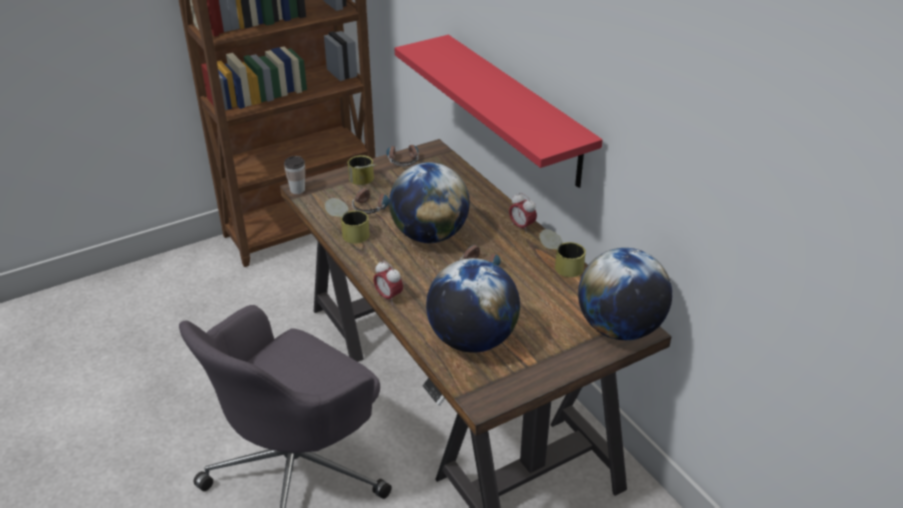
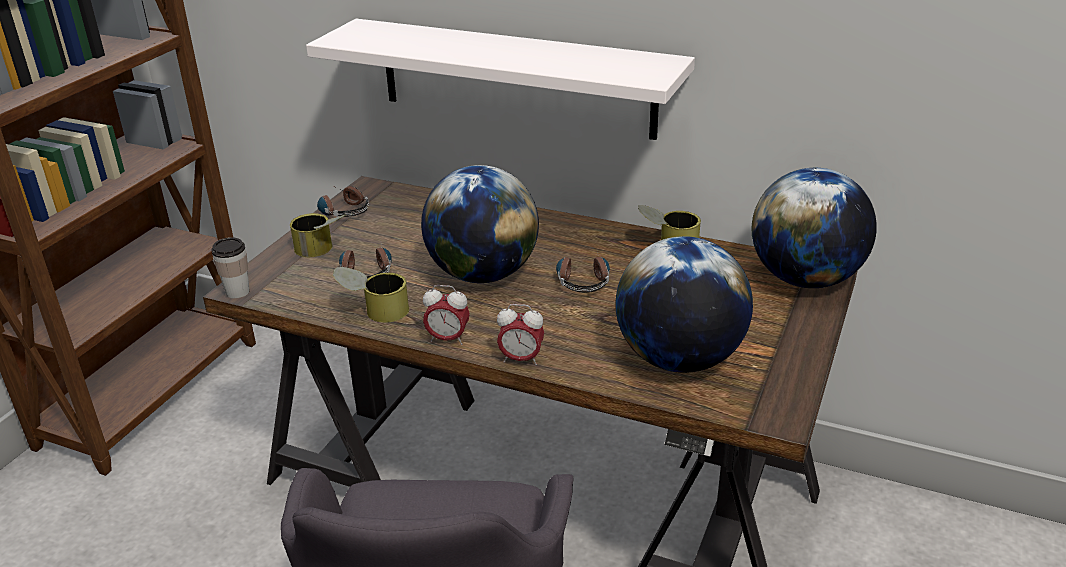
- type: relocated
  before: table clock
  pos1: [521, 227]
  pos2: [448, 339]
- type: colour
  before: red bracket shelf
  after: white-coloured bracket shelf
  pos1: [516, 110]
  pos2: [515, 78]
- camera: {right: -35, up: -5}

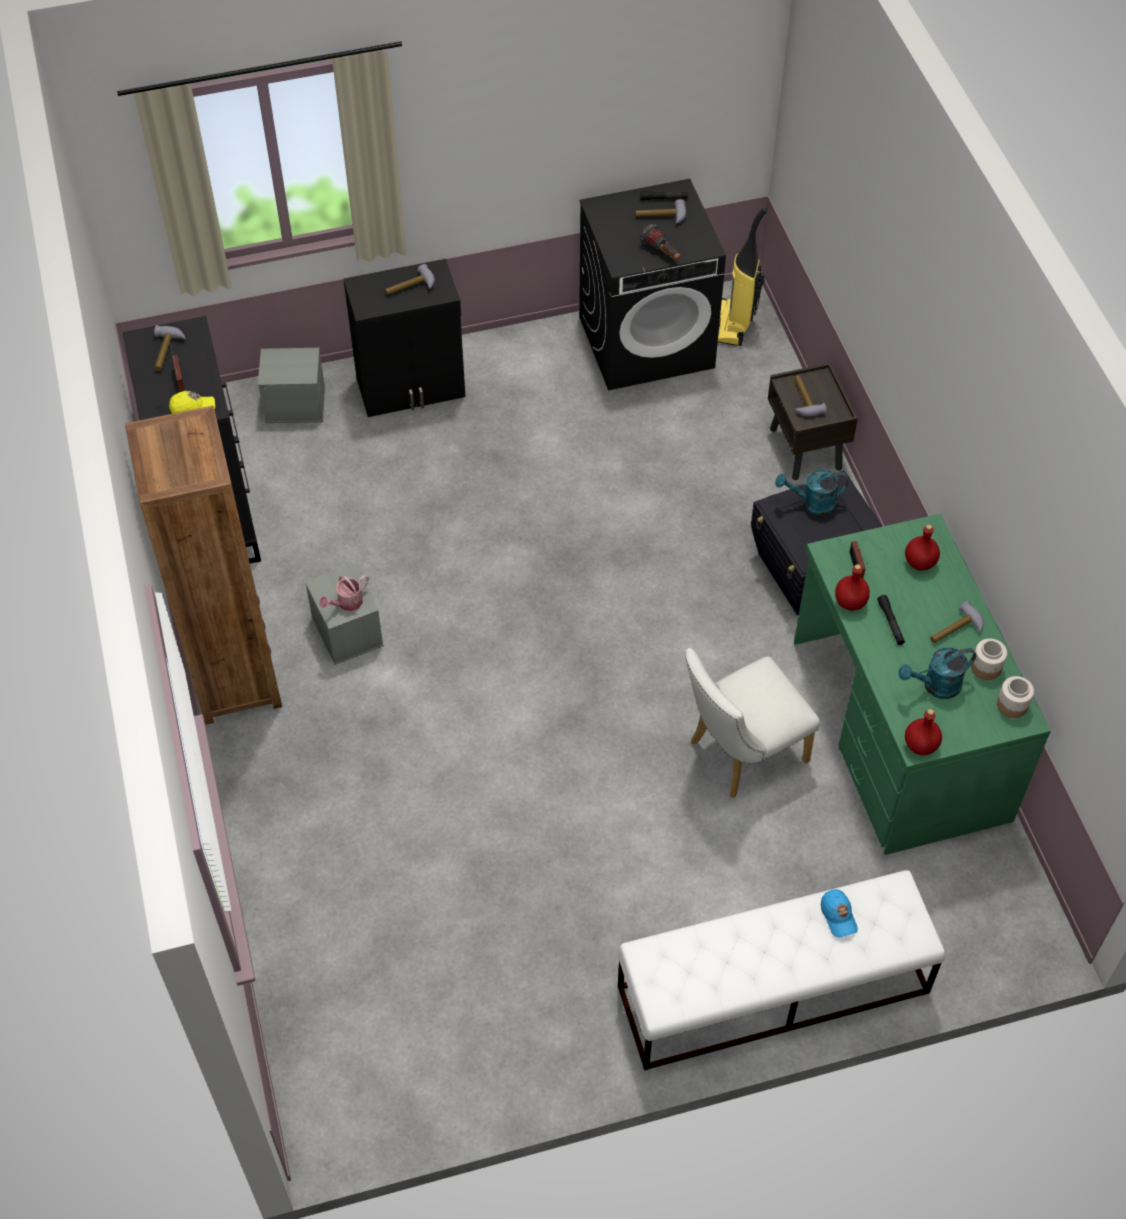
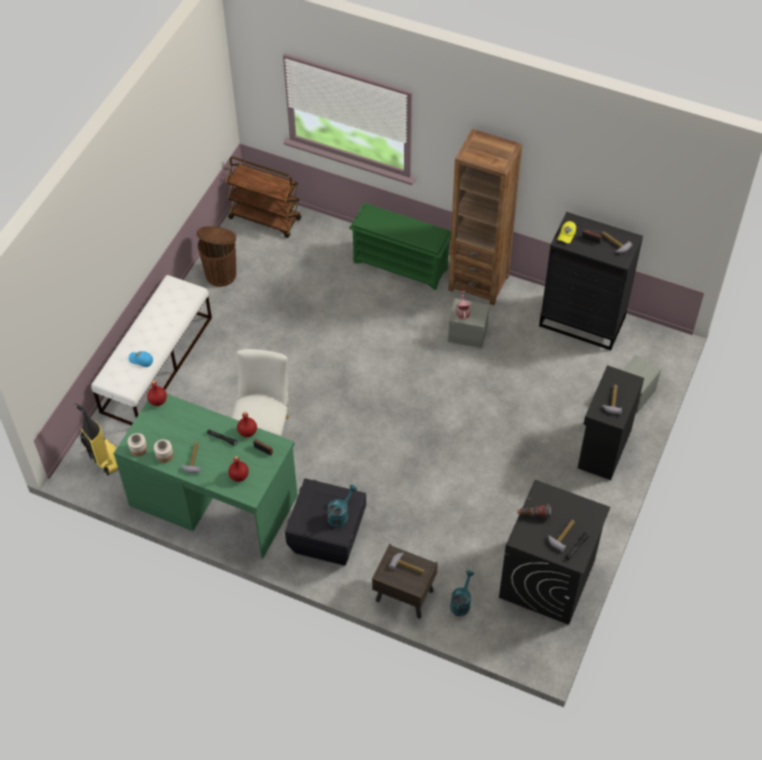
- type: appeared
  after: brown waste bin
  pos2: [221, 274]
- type: appeared
  after: brown wheeled cart
  pos2: [265, 219]
- type: appeared
  after: green-coloured shoe shelf
  pos2: [401, 265]
- type: relocated
  before: vacuum cleaner
  pos1: [731, 325]
  pos2: [106, 458]
- type: relocated
  before: blue-green watering can
  pos1: [935, 686]
  pos2: [461, 602]
- camera: {right: 130, up: 0}

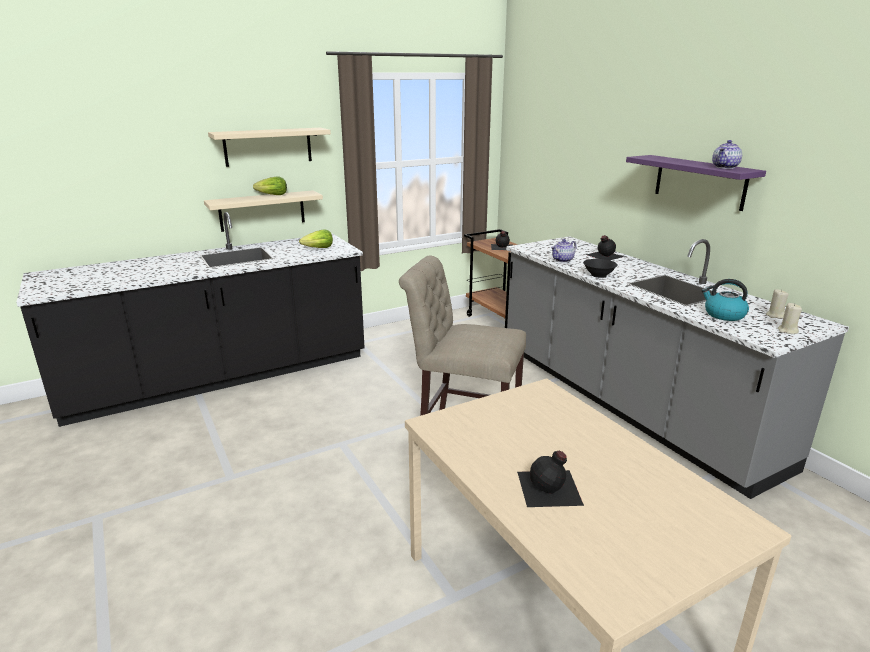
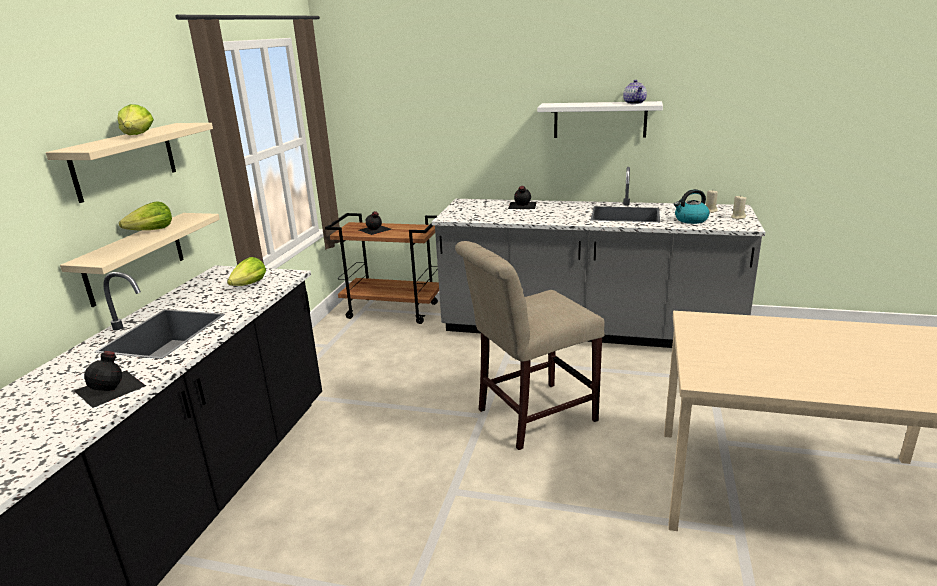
- type: missing
  before: teapot
  pos1: [563, 260]
- type: missing
  before: black deep dish
  pos1: [599, 275]
- type: appeared
  after: lettuce
  pos2: [138, 135]
- type: relocated
  before: black beverage bottle
  pos1: [550, 488]
  pos2: [111, 388]
- type: colour
  before: purplish bracket shelf
  after: white-coloured bracket shelf
  pos1: [699, 182]
  pos2: [599, 120]
- camera: {right: -45, up: 0}

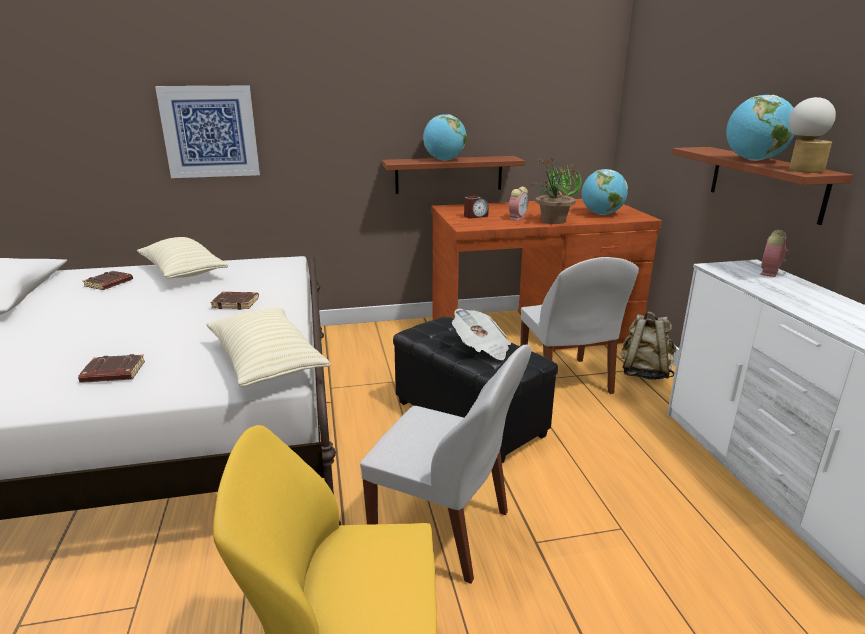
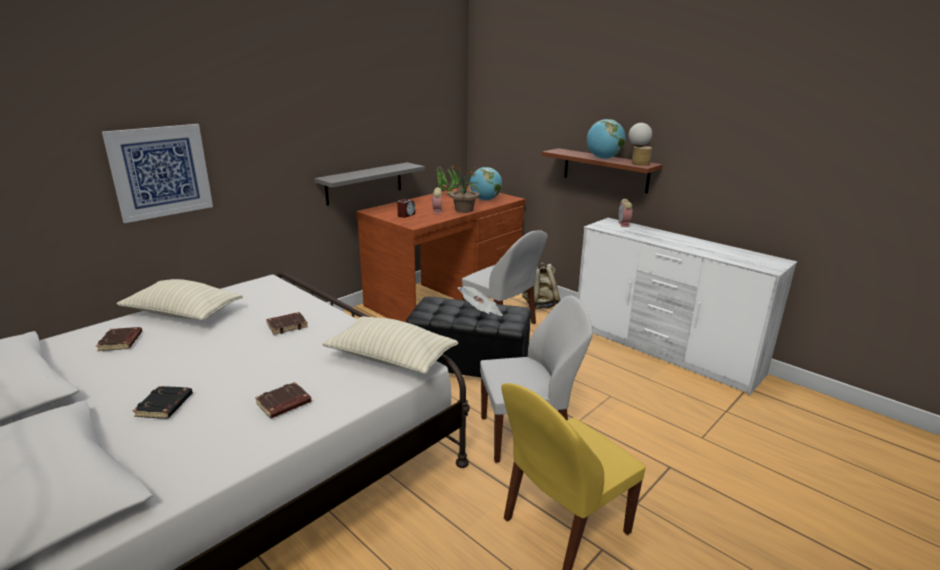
- type: missing
  before: world globe
  pos1: [444, 160]
- type: appeared
  after: black bound book
  pos2: [165, 406]
- type: colour
  before: brown bracket shelf
  after: greyish bracket shelf
  pos1: [449, 174]
  pos2: [364, 183]
- camera: {right: -35, up: 0}

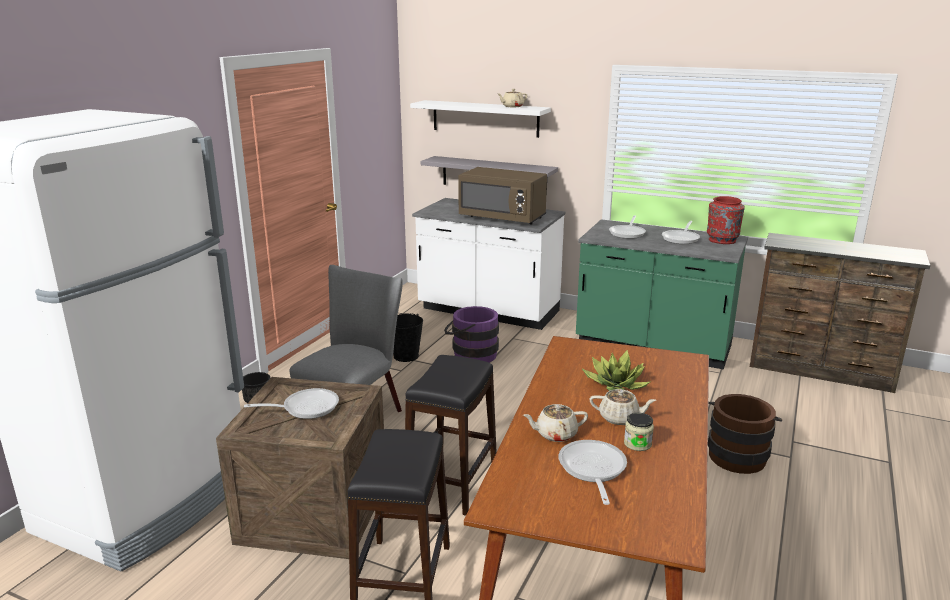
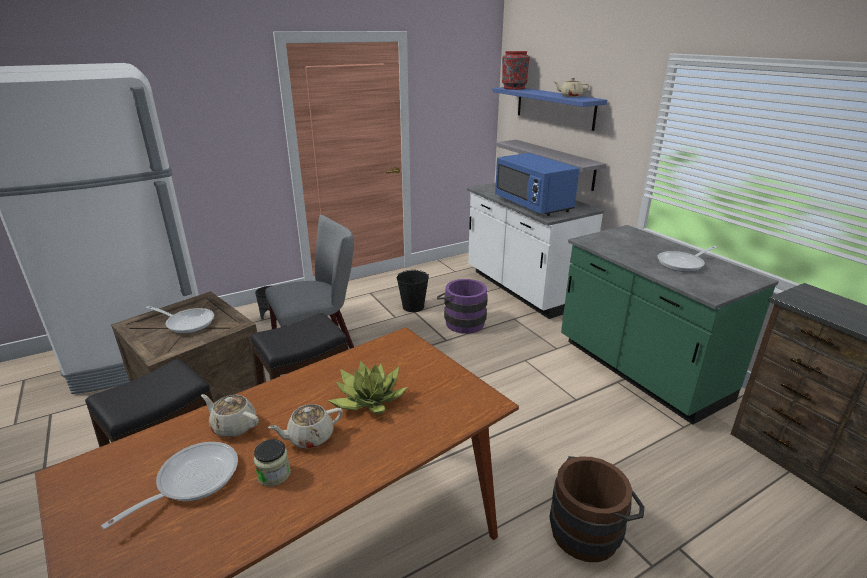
- type: missing
  before: pan
  pos1: [628, 233]
- type: relocated
  before: red flower vase
  pos1: [722, 240]
  pos2: [513, 88]
- type: colour
  before: white-coloured bracket shelf
  after: blue-coloured bracket shelf
  pos1: [485, 118]
  pos2: [554, 107]
- type: colour
  before: brown kitchen microwave
  after: blue-coloured kitchen microwave
  pos1: [503, 218]
  pos2: [533, 205]
- type: spun
  before: beige-coloured teapot
  pos1: [620, 418]
  pos2: [310, 437]
  turn: 105
- camera: {right: 35, up: 5}

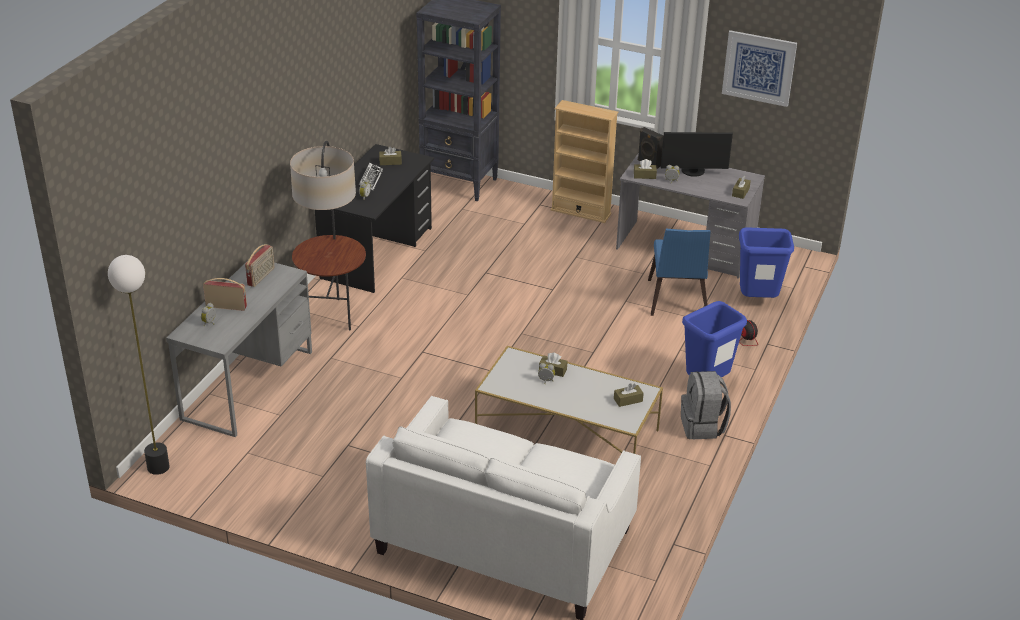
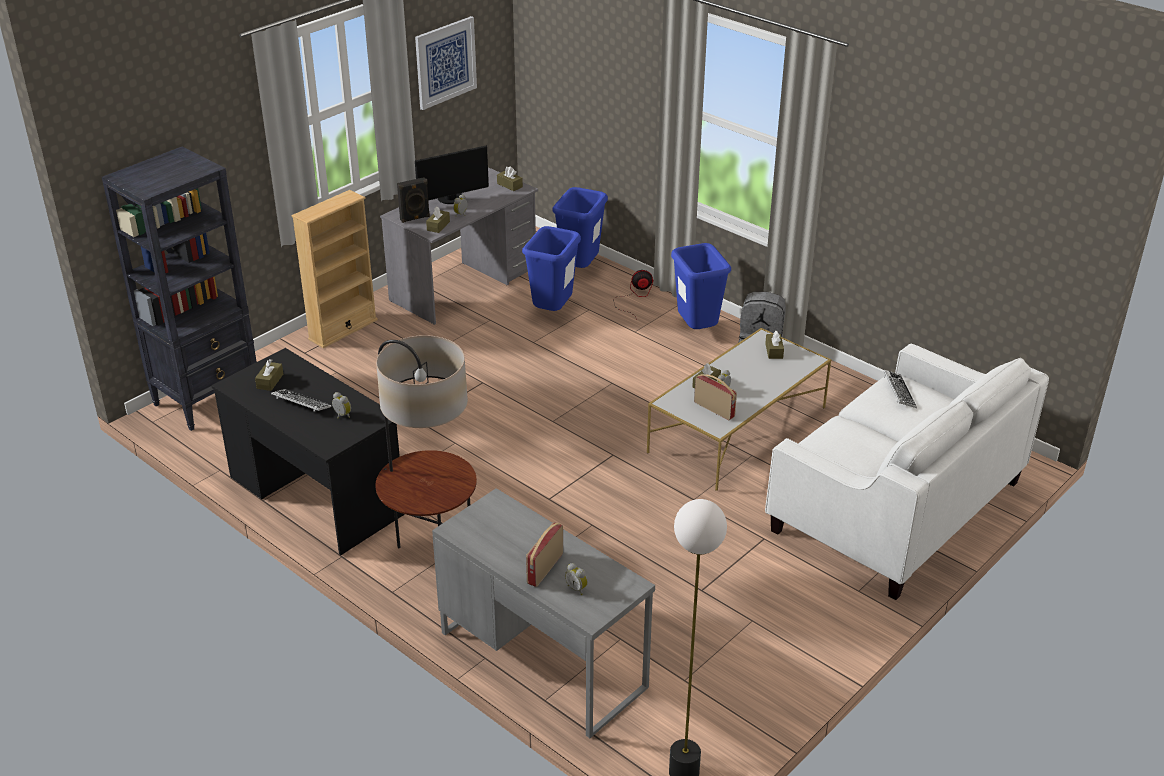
- type: appeared
  after: PC keyboard
  pos2: [898, 392]
- type: relocated
  before: radio
  pos1: [261, 277]
  pos2: [714, 409]
- type: exchanged
  before: blue-coloured plain chair
  after: blue-coloured waste bin
  pos1: [676, 301]
  pos2: [552, 313]
- type: spun
  before: computer screen
  pos1: [693, 172]
  pos2: [452, 199]
  turn: 45
- camera: {right: -70, up: 0}

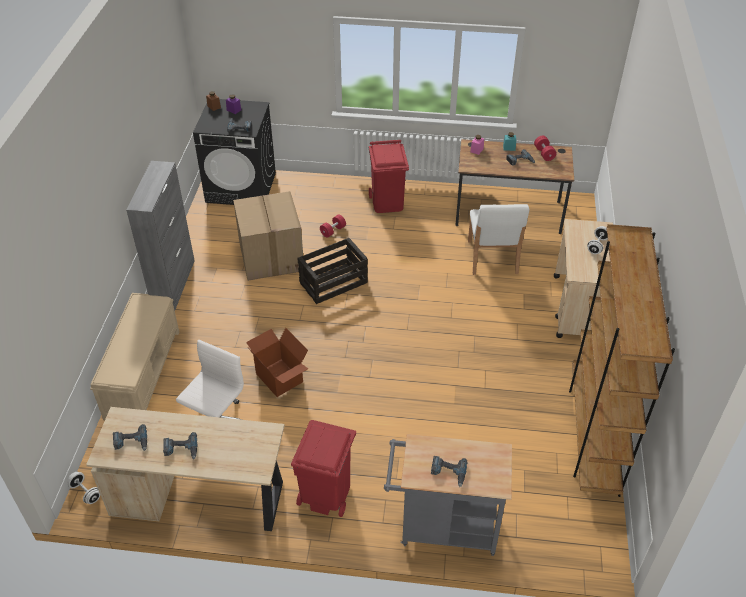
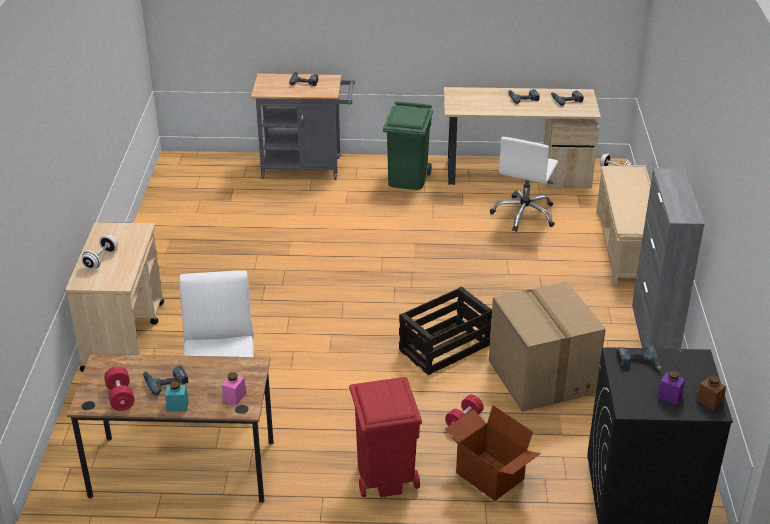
- type: missing
  before: brown shelving unit
  pos1: [593, 434]
- type: relocated
  before: carton
  pos1: [280, 377]
  pos2: [489, 476]
- type: colour
  before: red waste bin
  after: green-coloured waste bin
  pos1: [326, 494]
  pos2: [408, 179]
- camera: {right: 175, up: -10}

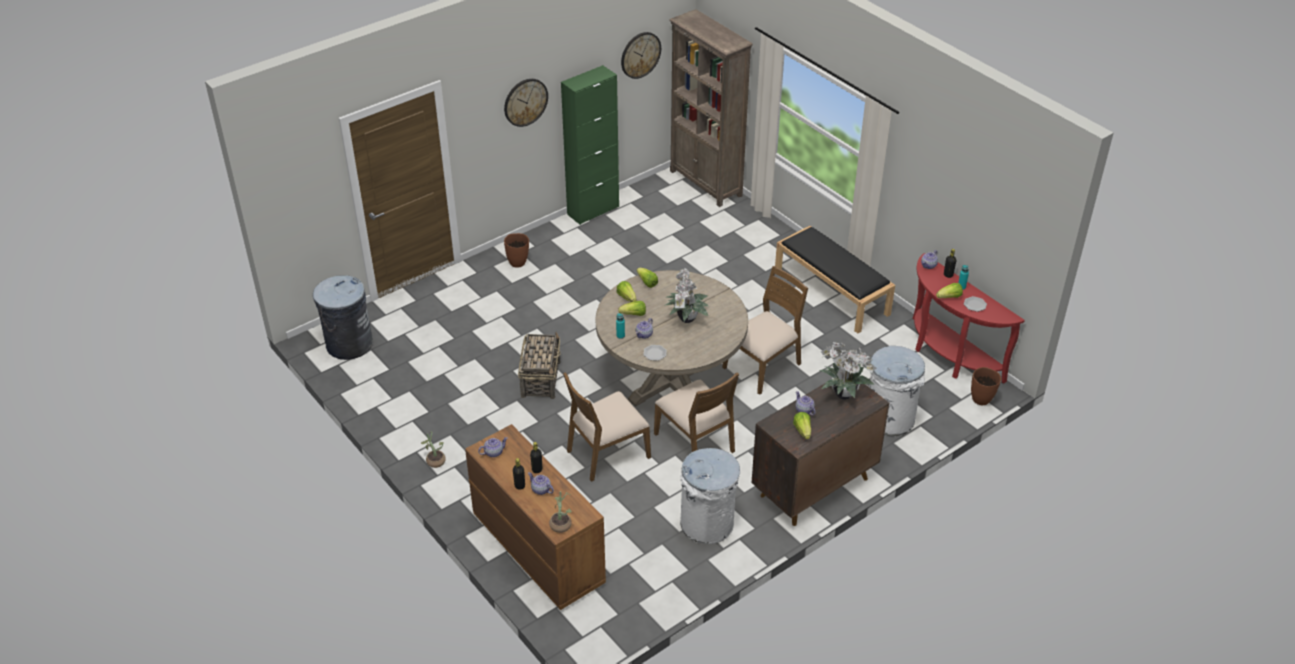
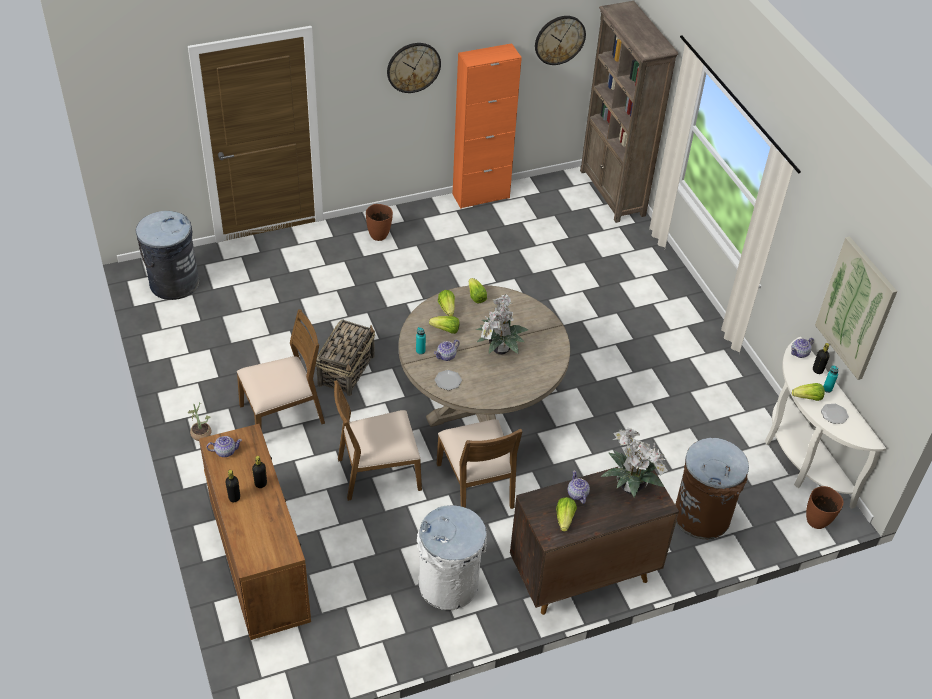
- type: missing
  before: teapot
  pos1: [541, 490]
- type: missing
  before: potted plant
  pos1: [561, 523]
- type: missing
  before: black bench
  pos1: [832, 293]
- type: appeared
  after: wall picture
  pos2: [856, 308]
- type: relocated
  before: brown plain chair
  pos1: [763, 366]
  pos2: [283, 415]
- type: colour
  before: green-coloured cabinet
  after: orange cabinet
  pos1: [593, 210]
  pos2: [481, 196]
- type: colour
  before: white-coloured waste bin
  after: brown waste bin
  pos1: [889, 418]
  pos2: [702, 516]
- type: colour
  before: red console table
  after: white-coloured console table
  pos1: [948, 355]
  pos2: [799, 458]
- camera: {right: 15, up: 5}

